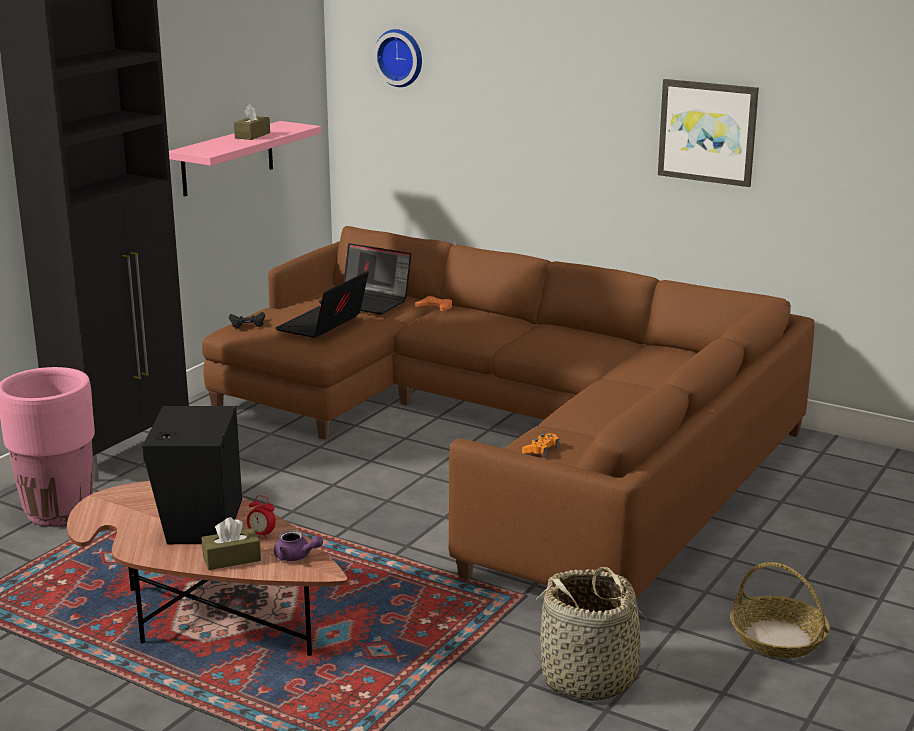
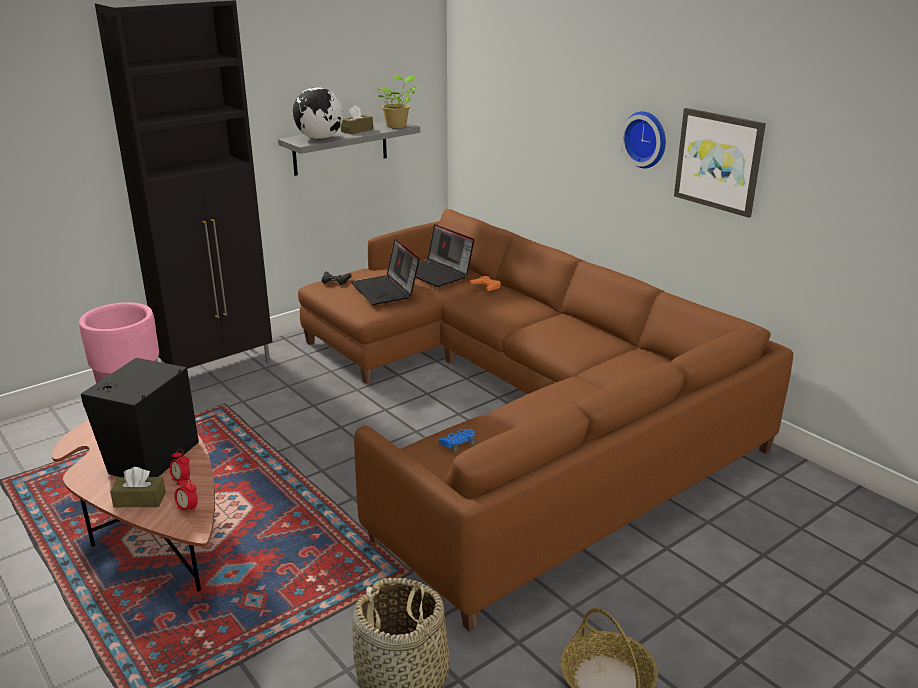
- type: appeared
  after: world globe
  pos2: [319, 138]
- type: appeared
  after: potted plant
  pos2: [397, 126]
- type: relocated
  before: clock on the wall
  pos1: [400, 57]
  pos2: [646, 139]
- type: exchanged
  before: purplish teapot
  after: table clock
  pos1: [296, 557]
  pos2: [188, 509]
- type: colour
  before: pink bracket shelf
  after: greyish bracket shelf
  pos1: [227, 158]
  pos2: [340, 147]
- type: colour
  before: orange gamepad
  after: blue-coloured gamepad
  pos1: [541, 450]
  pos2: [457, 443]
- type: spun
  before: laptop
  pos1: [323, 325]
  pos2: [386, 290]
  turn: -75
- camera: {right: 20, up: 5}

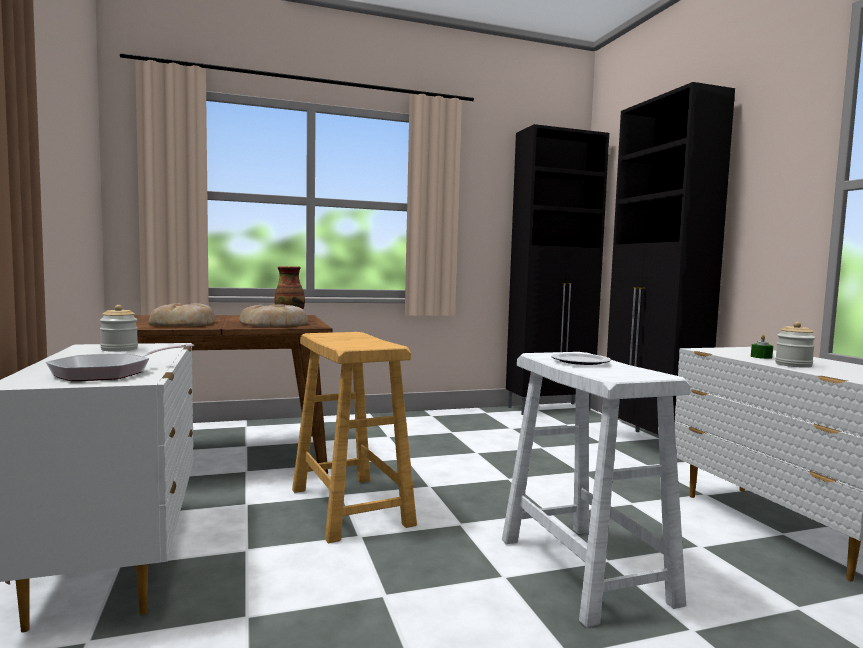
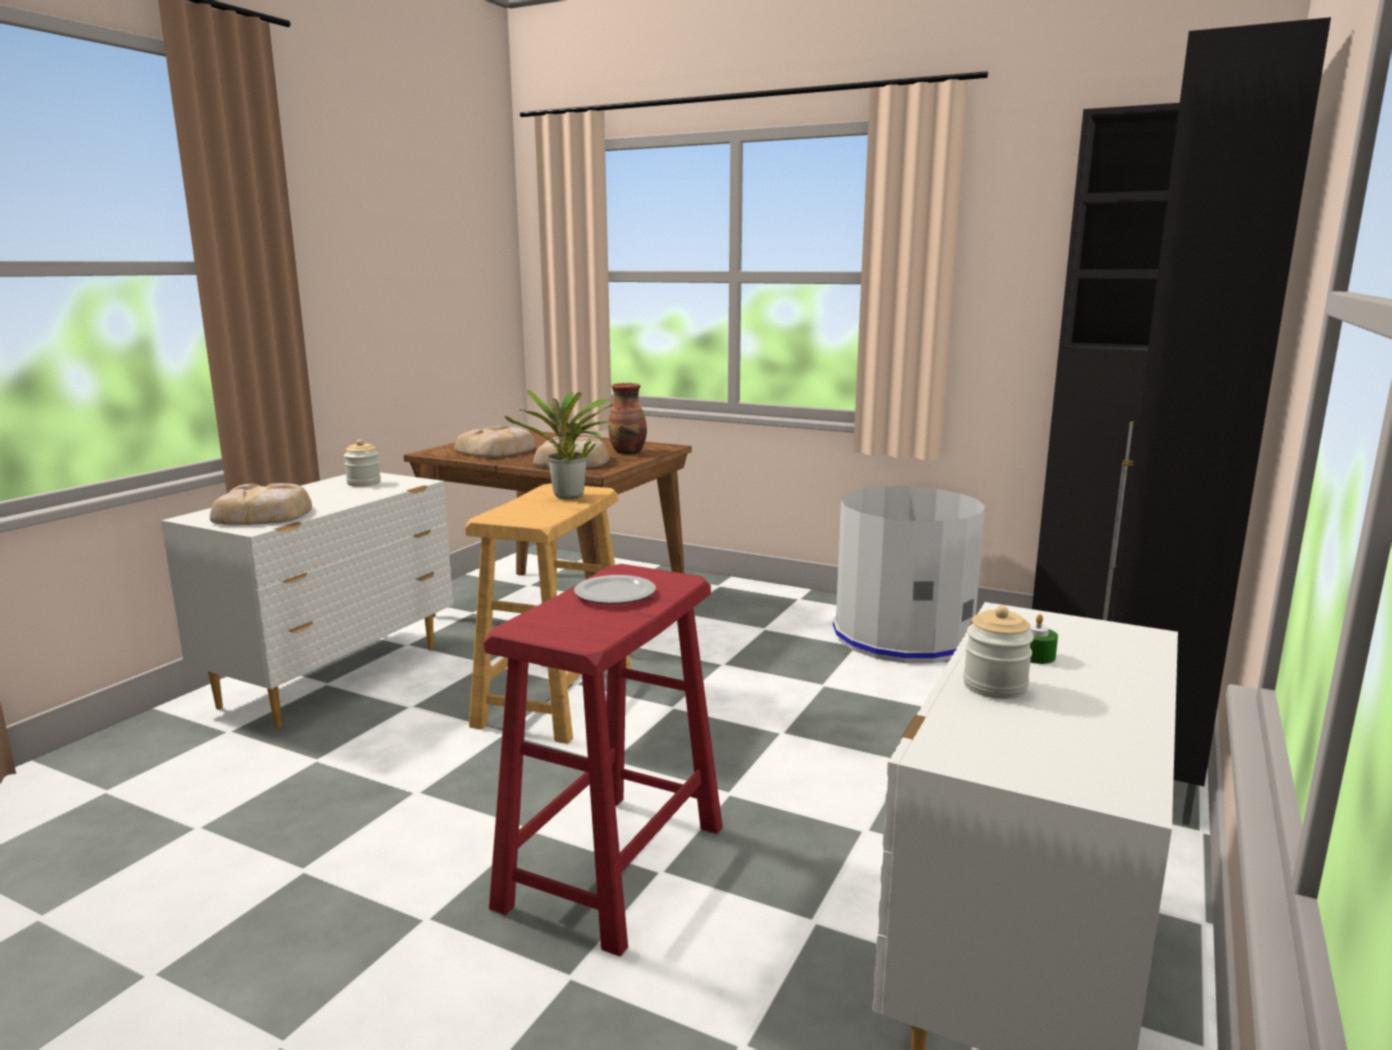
- type: appeared
  after: potted plant
  pos2: [569, 497]
- type: appeared
  after: greyish waste bin
  pos2: [903, 635]
- type: exchanged
  before: pan
  after: baked bread
  pos1: [108, 373]
  pos2: [265, 515]
- type: colour
  before: white-coloured stool
  after: red stool
  pos1: [585, 571]
  pos2: [612, 867]
- camera: {right: 45, up: 10}

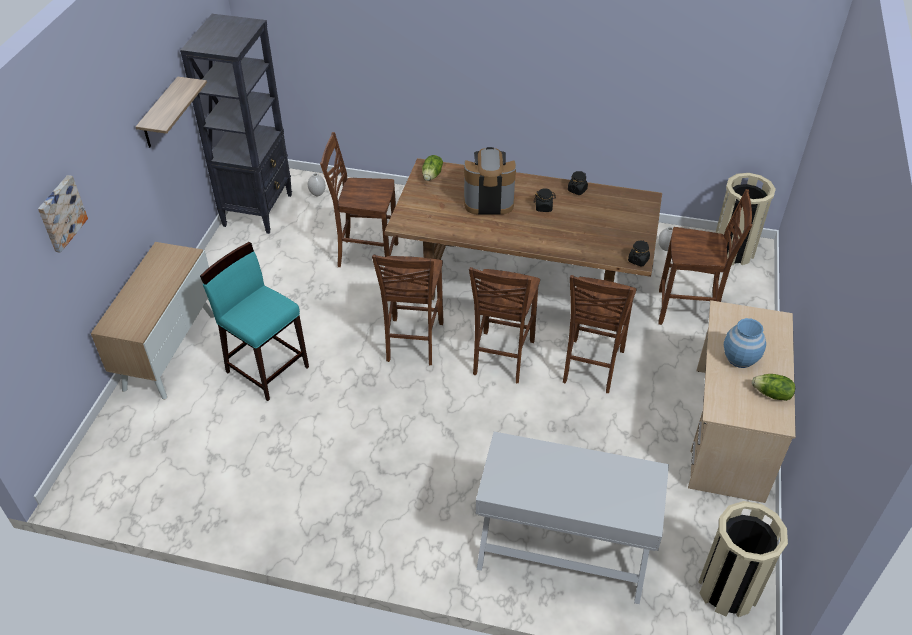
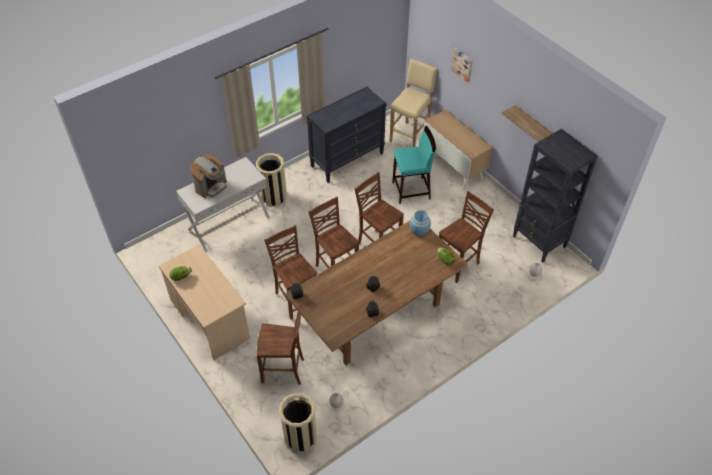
- type: appeared
  after: black drawer chest
  pos2: [347, 159]
- type: appeared
  after: beige-coloured stool
  pos2: [410, 136]
- type: relocated
  before: coffee maker
  pos1: [488, 201]
  pos2: [211, 187]
- type: relocated
  before: beige-coloured waste bin
  pos1: [728, 589]
  pos2: [274, 197]
- type: relocated
  before: blue-coloured flower vase
  pos1: [740, 358]
  pos2: [419, 231]
- type: spun
  before: brown plain chair
  pos1: [689, 311]
  pos2: [284, 370]
  turn: -135
- camera: {right: 130, up: 5}

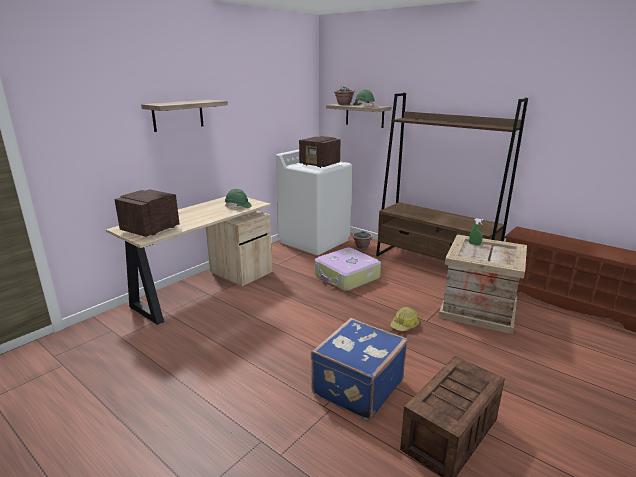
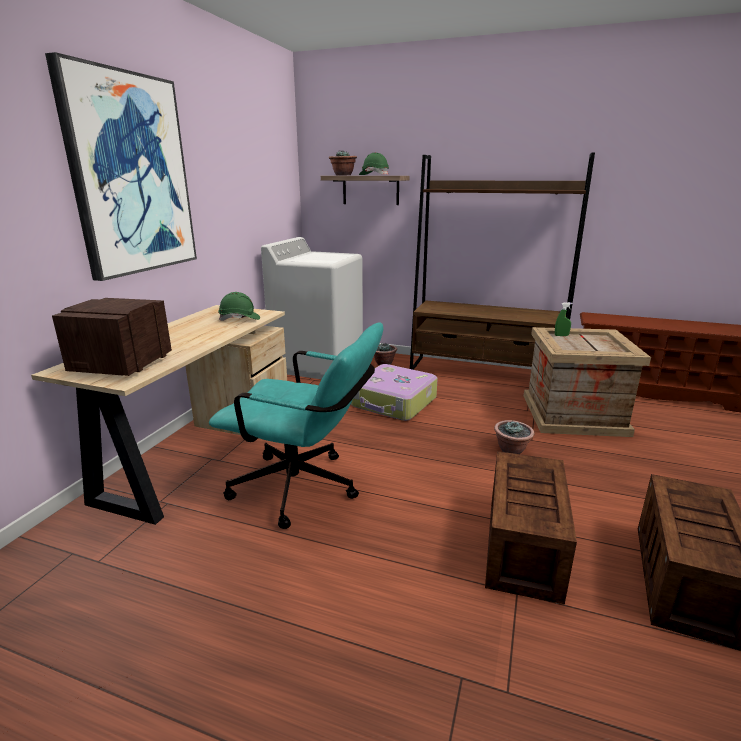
- type: missing
  before: radio
  pos1: [320, 165]
- type: appeared
  after: blue-green office chair
  pos2: [305, 489]
- type: exchanged
  before: bracket shelf
  after: wall picture
  pos1: [178, 115]
  pos2: [130, 175]
- type: exchanged
  before: blue-coloured travel case
  after: packing crate
  pos1: [356, 387]
  pos2: [523, 548]
- type: exchanged
  before: hard hat
  after: potted plant
  pos1: [404, 325]
  pos2: [511, 450]
- camera: {right: -20, up: 0}

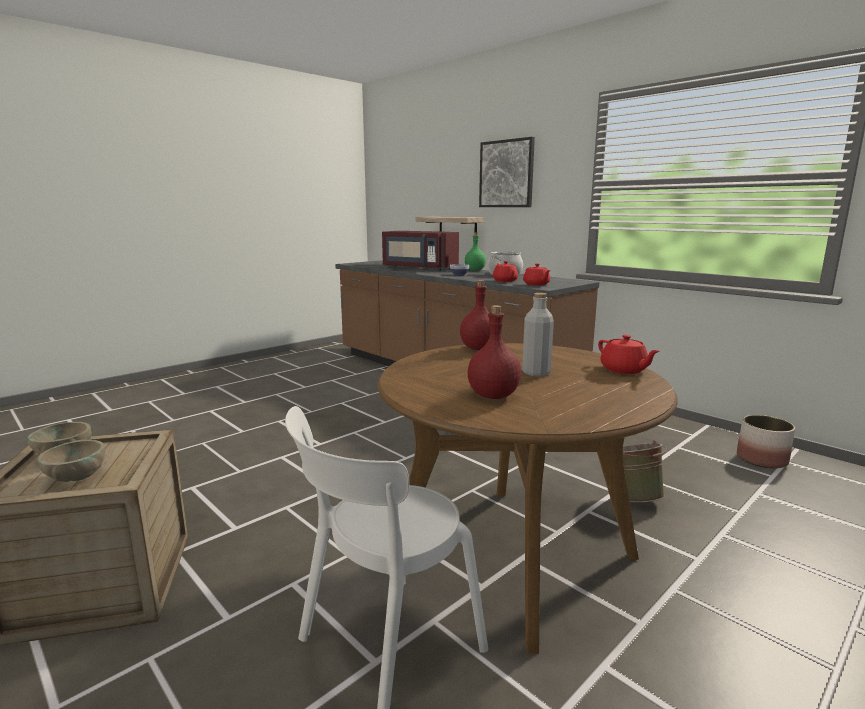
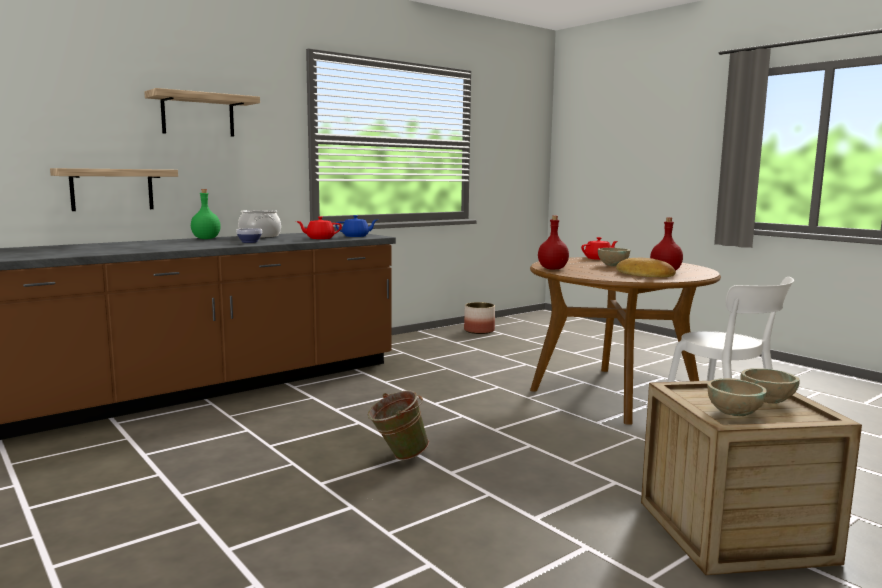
- type: missing
  before: red kitchen microwave
  pos1: [418, 268]
- type: appeared
  after: baked bread
  pos2: [644, 275]
- type: relocated
  before: green-coloured pail
  pos1: [634, 497]
  pos2: [397, 457]
- type: exchanged
  before: wall picture
  after: bracket shelf
  pos1: [506, 174]
  pos2: [198, 115]
- type: exchanged
  before: greyish beverage bottle
  after: beige-coloured deep dish
  pos1: [536, 372]
  pos2: [612, 266]
- type: colour
  before: red teapot
  after: blue-coloured teapot
  pos1: [536, 284]
  pos2: [356, 236]
- camera: {right: -85, up: -5}

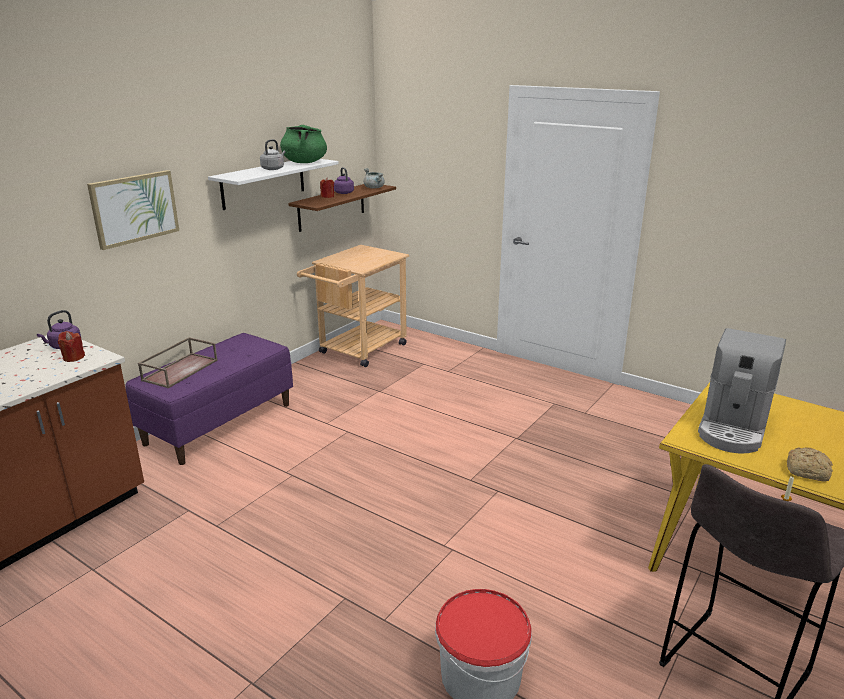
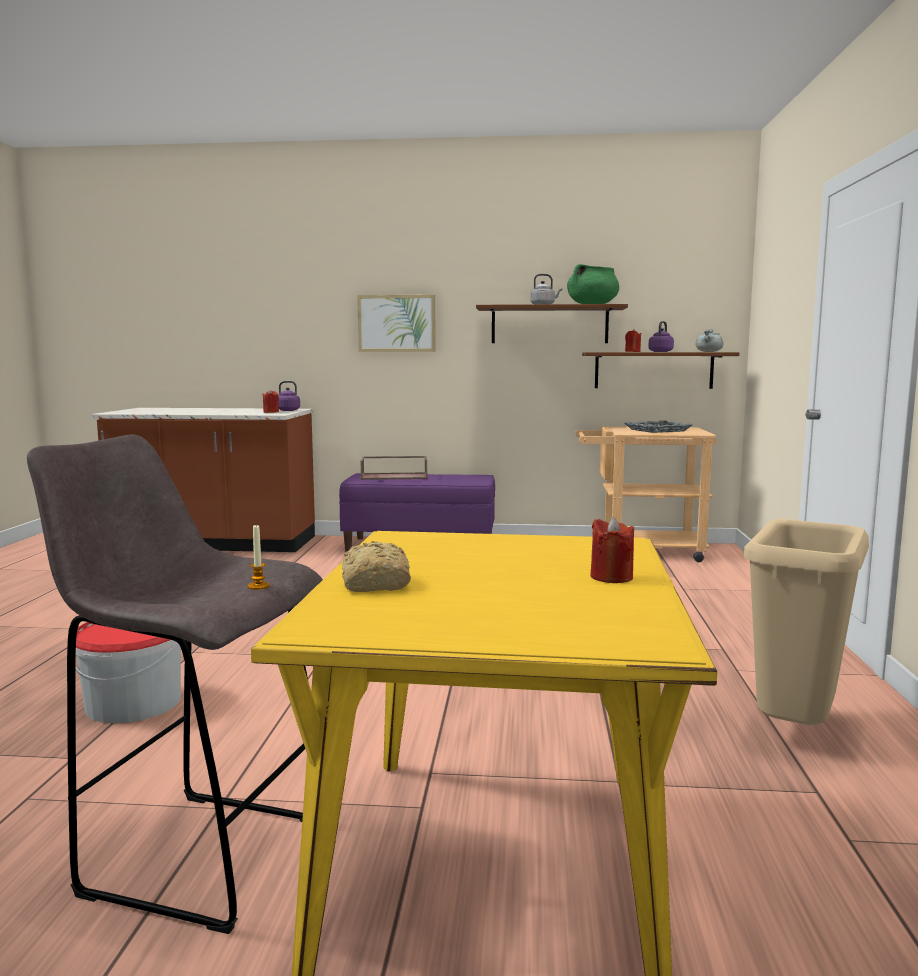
- type: missing
  before: coffee maker
  pos1: [733, 428]
- type: appeared
  after: red wax candle
  pos2: [611, 577]
- type: appeared
  after: greyish carrying tray
  pos2: [657, 430]
- type: appeared
  after: beige-coloured waste bin
  pos2: [796, 732]
- type: colour
  before: white-coloured bracket shelf
  after: brown bracket shelf
  pos1: [263, 183]
  pos2: [549, 325]
- camera: {right: 60, up: -15}

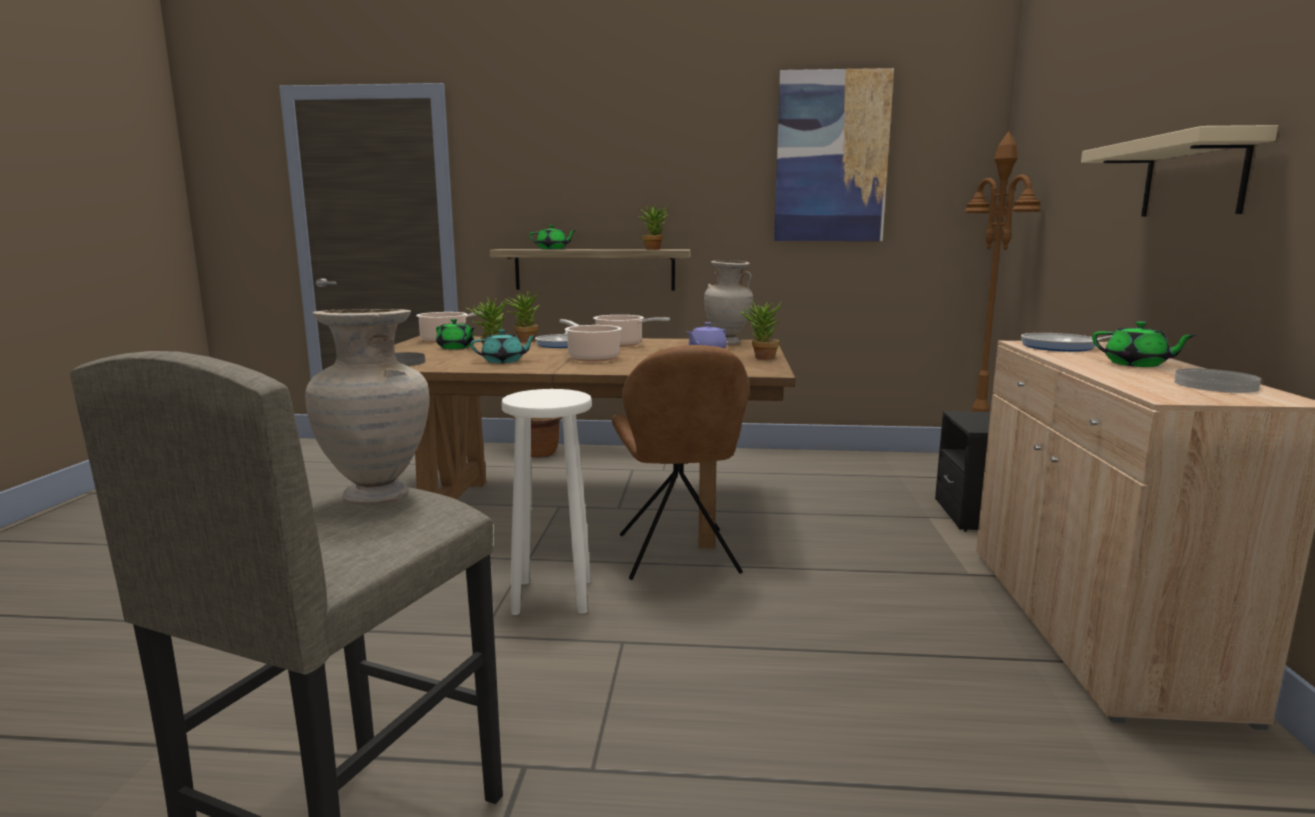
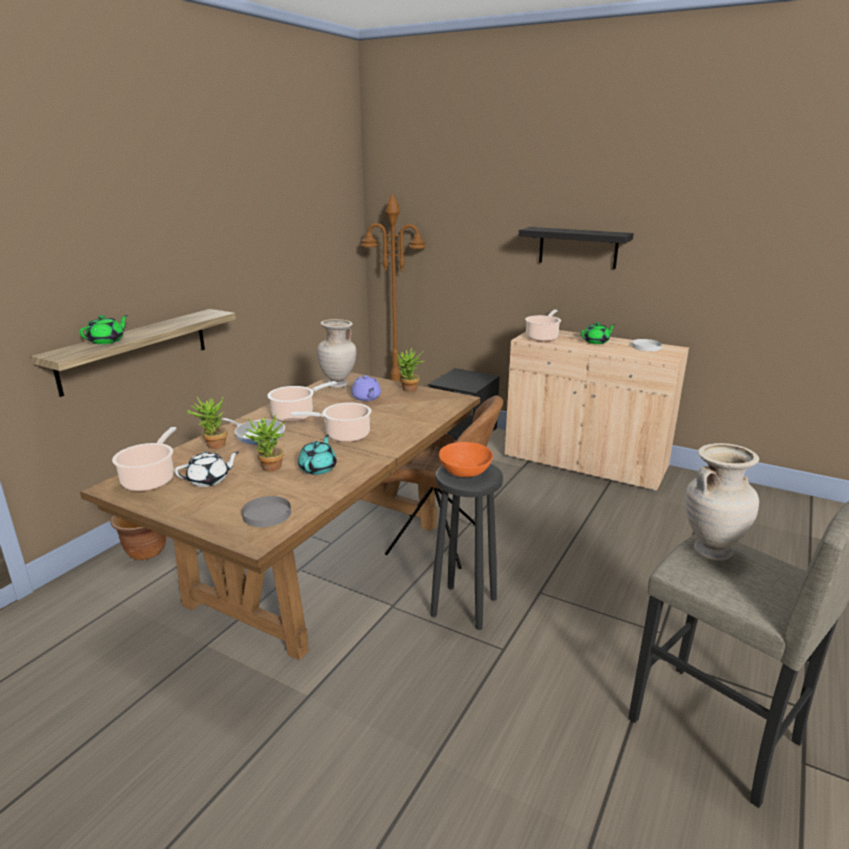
- type: missing
  before: potted plant
  pos1: [654, 249]
- type: missing
  before: wall picture
  pos1: [831, 157]
- type: appeared
  after: orange deep dish
  pos2: [465, 472]
- type: exchanged
  before: pan
  after: stockpot
  pos1: [1063, 347]
  pos2: [542, 337]
- type: colour
  before: green-coloured teapot
  after: white-coloured teapot
  pos1: [456, 348]
  pos2: [209, 480]
- type: colour
  before: white-coloured stool
  after: black stool
  pos1: [554, 596]
  pos2: [464, 606]
- type: colour
  before: beige-coloured bracket shelf
  after: black bracket shelf
  pos1: [1193, 177]
  pos2: [578, 247]
- camera: {right: -65, up: 10}

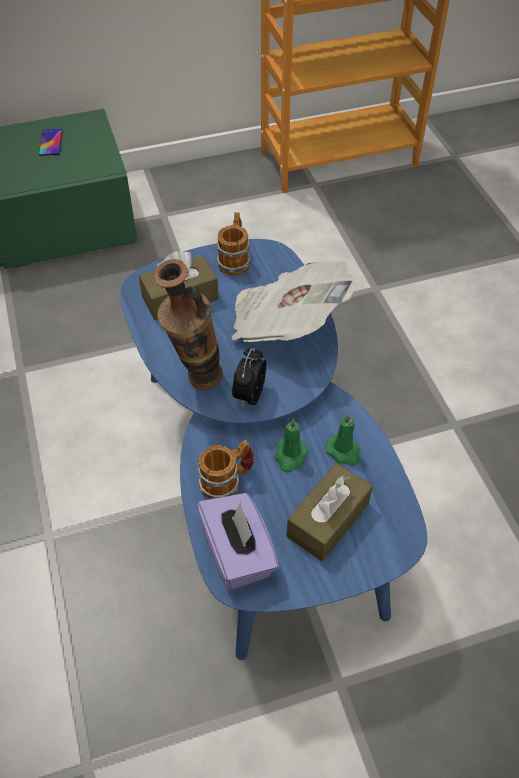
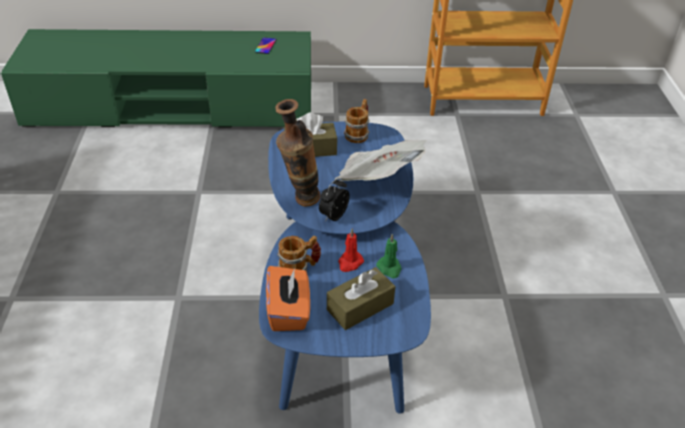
- type: colour
  before: purplish tissue holder
  after: orange tissue holder
  pos1: [238, 553]
  pos2: [289, 311]
- type: colour
  before: green-coloured wax candle
  after: red wax candle
  pos1: [290, 456]
  pos2: [350, 263]
- camera: {right: 15, up: -10}

